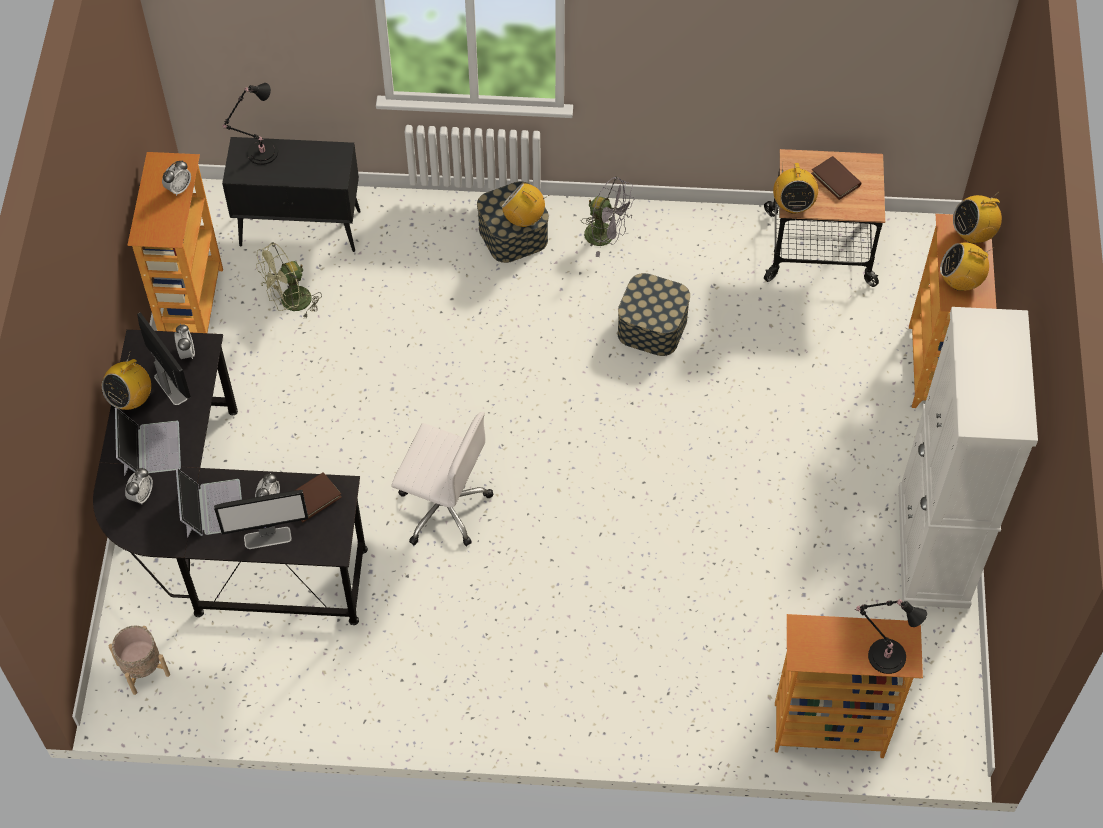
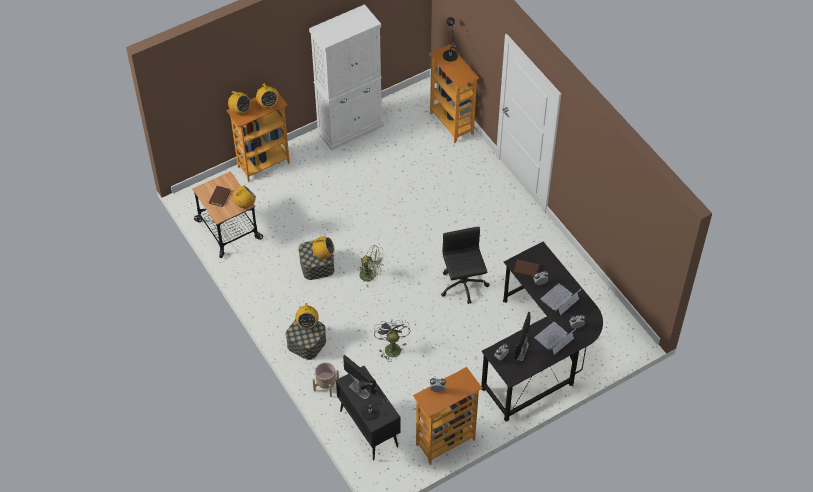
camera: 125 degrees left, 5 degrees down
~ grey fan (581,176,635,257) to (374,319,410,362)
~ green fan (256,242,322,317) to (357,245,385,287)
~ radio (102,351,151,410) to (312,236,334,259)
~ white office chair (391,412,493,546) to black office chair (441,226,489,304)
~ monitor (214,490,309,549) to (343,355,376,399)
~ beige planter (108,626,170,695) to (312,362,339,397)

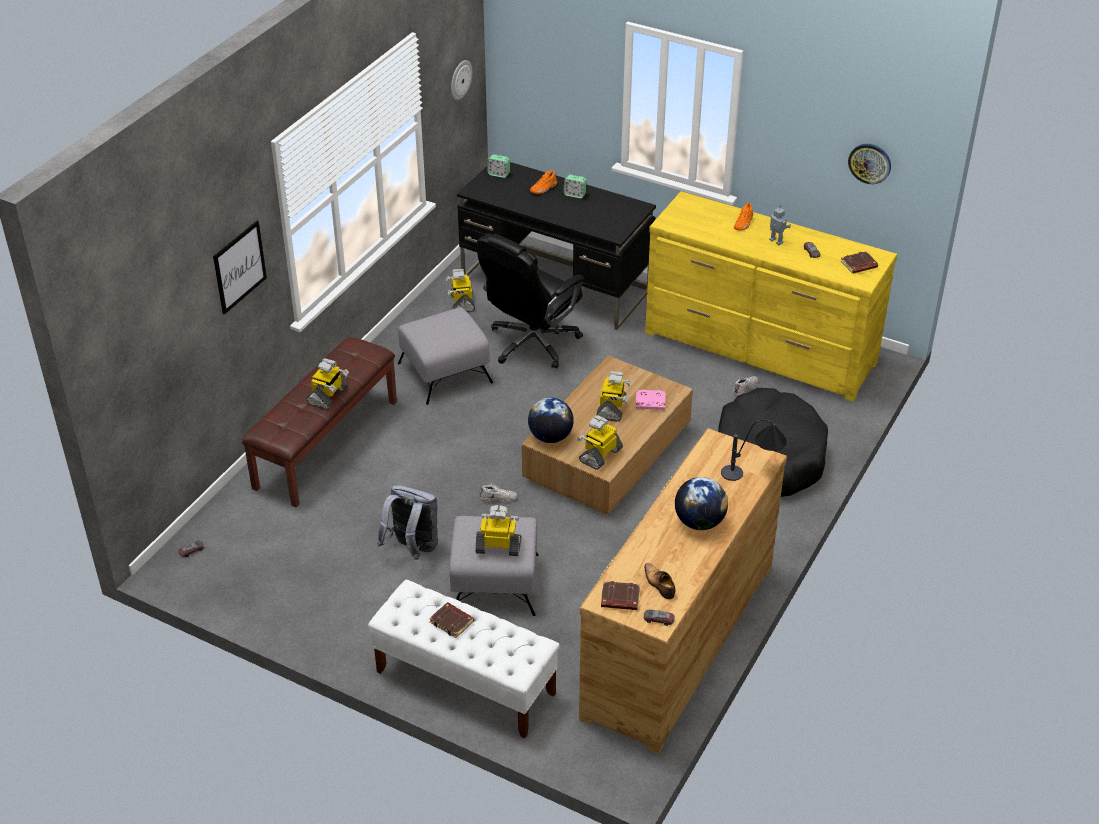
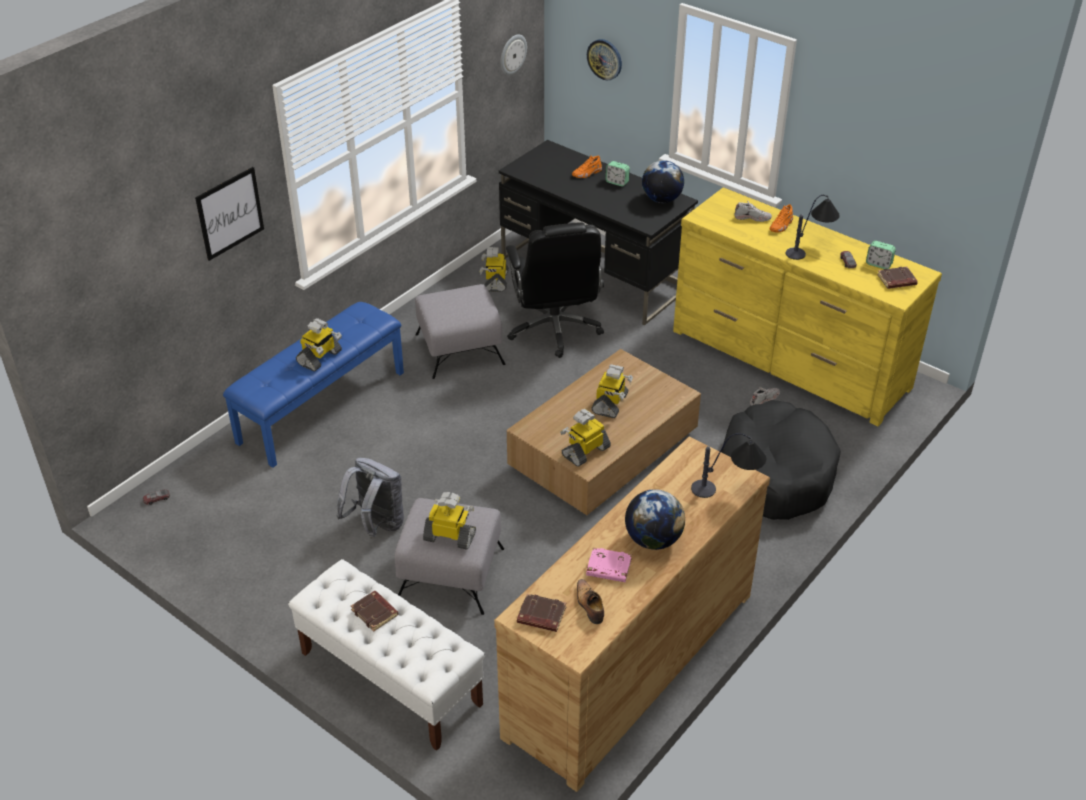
camera: 10 degrees right, 0 degrees up
~ wall clock (848,144,891,184) to (587,39,622,80)
~ alarm clock (487,154,510,178) to (866,241,896,269)
~ toy robot (769,206,791,245) to table lamp (786,195,840,260)
~ black office chair (477,234,584,369) = (506,222,604,358) 60 degrees counterclockwise
~ brown bench (242,337,397,507) to blue bench (223,302,404,468)
~ pink book (636,389,666,410) to (586,547,632,582)
~ globe (528,398,574,443) to (642,160,684,203)
~ white shoe (480,483,517,502) to (735,201,772,222)
- toy car (644,610,675,626)

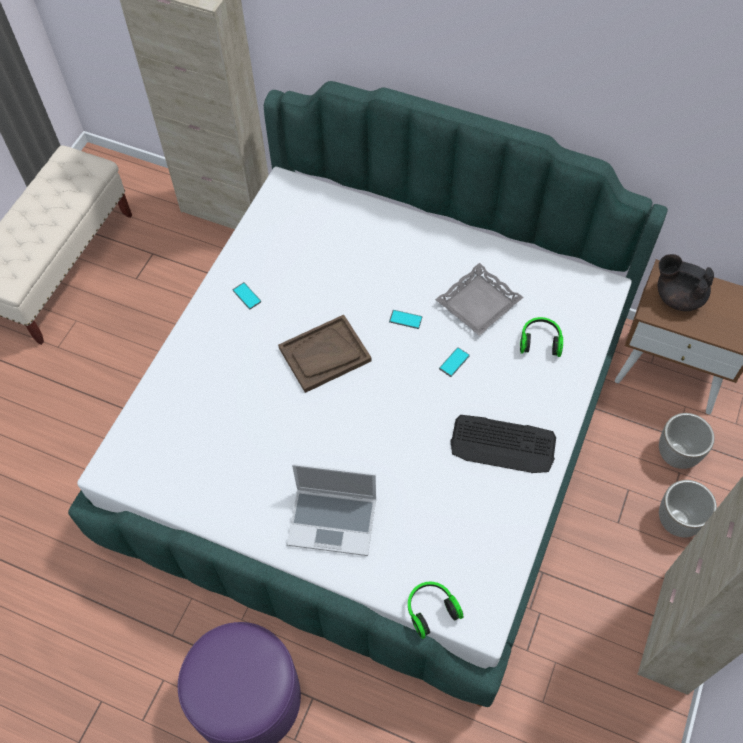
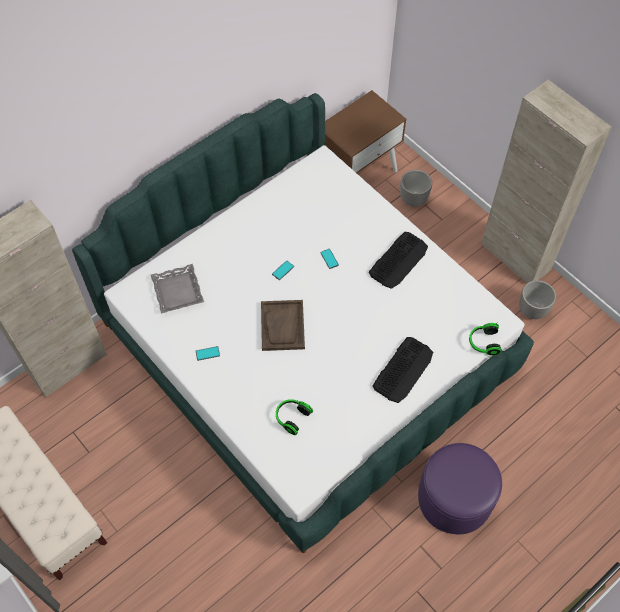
camera: 65 degrees left, 0 degrees up
- black teapot (658,254,714,311)
~ grey tray (435,263,523,336) to (151,264,204,314)
~ headphones (520,317,563,357) to (276,399,313,435)
~ laptop (287,464,376,556) to keyboard (373,337,433,403)
~ planter (659,480,717,537) to (519,280,556,319)

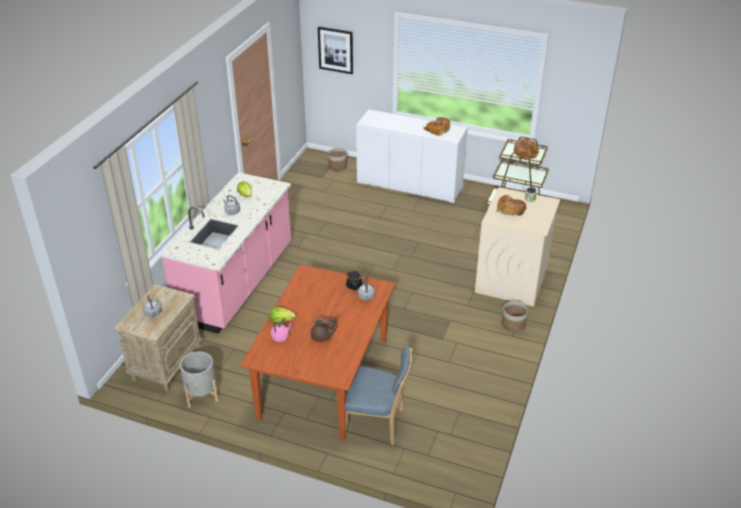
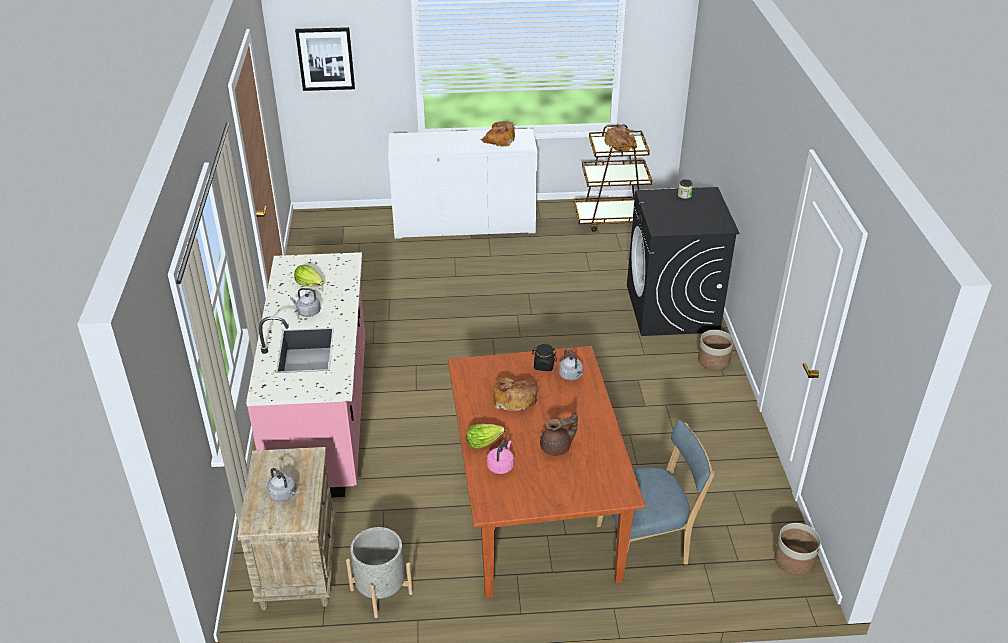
camera: 25 degrees left, 0 degrees up
~ planter (328,148,347,171) to (774,523,821,575)
~ beige washing machine (475,187,560,307) to black washing machine (627,187,740,336)
~ bread (496,195,526,217) to (493,376,539,411)

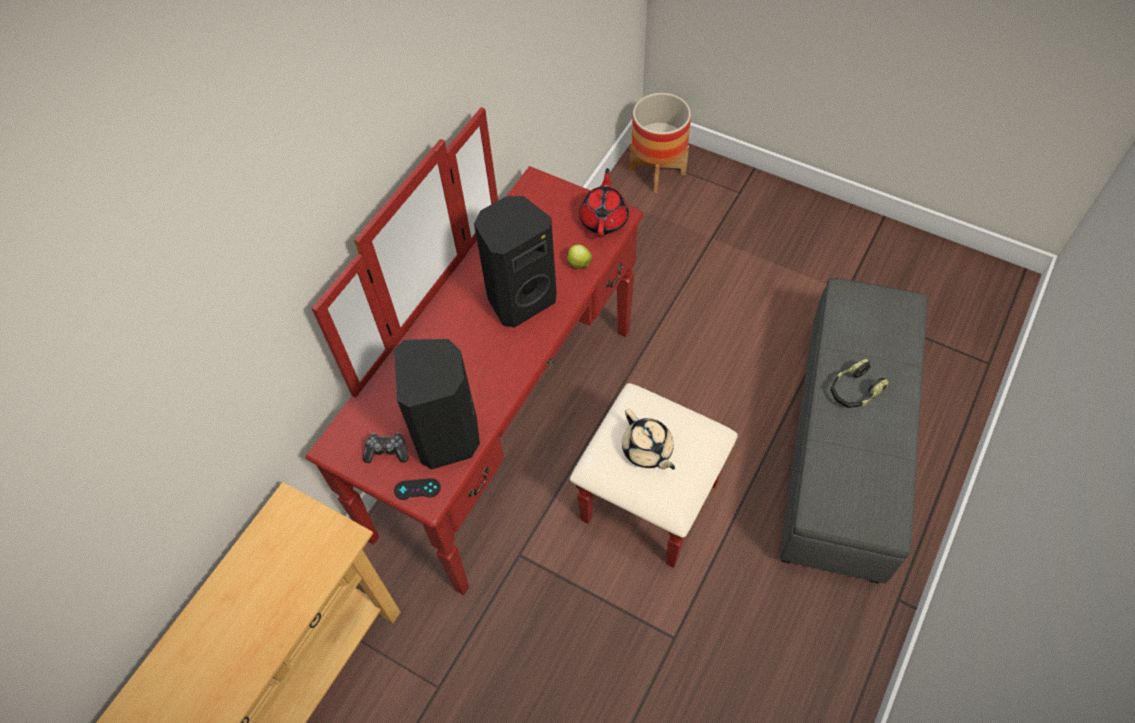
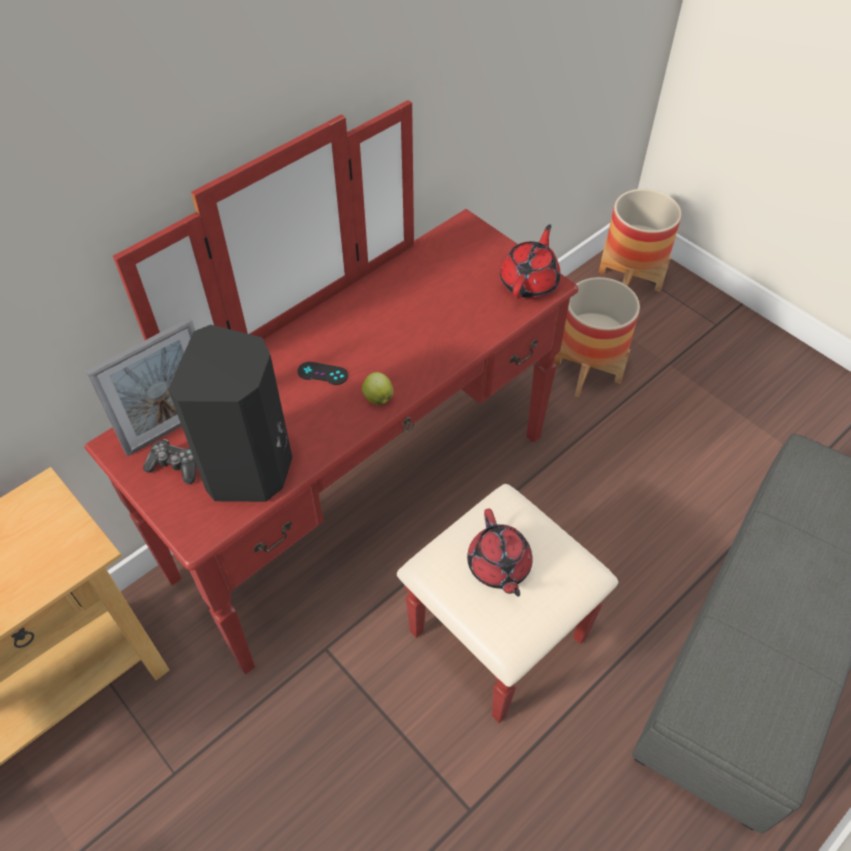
camera: 15 degrees right, 5 degrees down
- black speaker (474,196,557,328)
~ apple (567,245,592,269) to (362,372,393,405)
- headphones (830,359,889,408)
~ beige teapot (622,409,675,470) to red teapot (467,509,533,596)
~ black game controller (394,478,441,500) to (297,362,348,385)
+ planter (554,277,640,397)
+ picture frame (86,318,195,456)

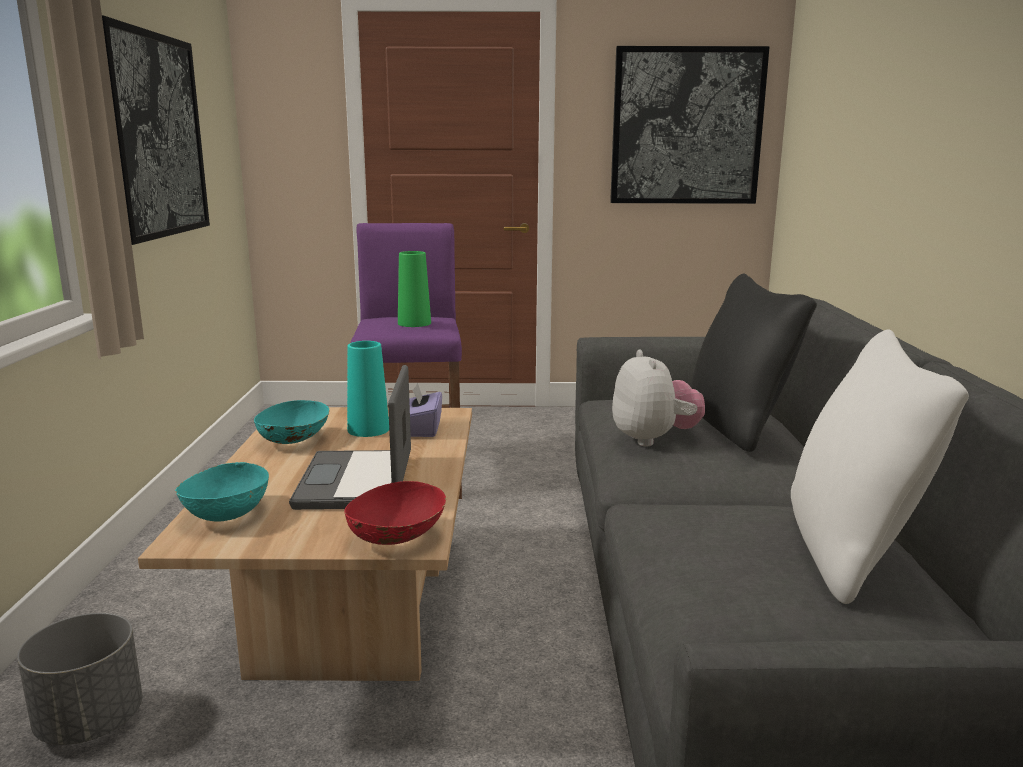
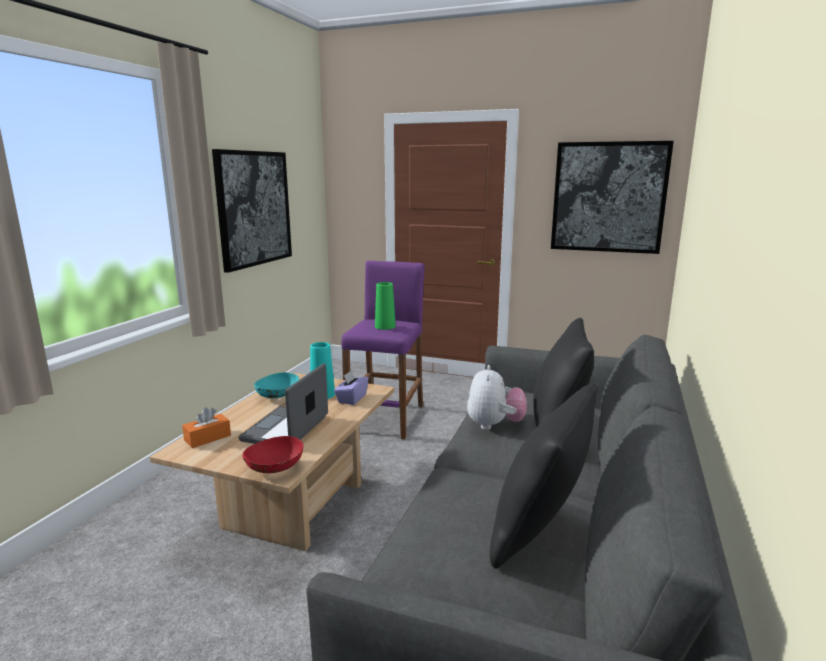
camera: 20 degrees right, 0 degrees up
~ white pillow (791,330,969,604) to black pillow (490,384,597,569)
~ turquoise bowl (175,462,269,522) to orange tissue box (182,407,231,448)
- grey planter (17,613,142,745)

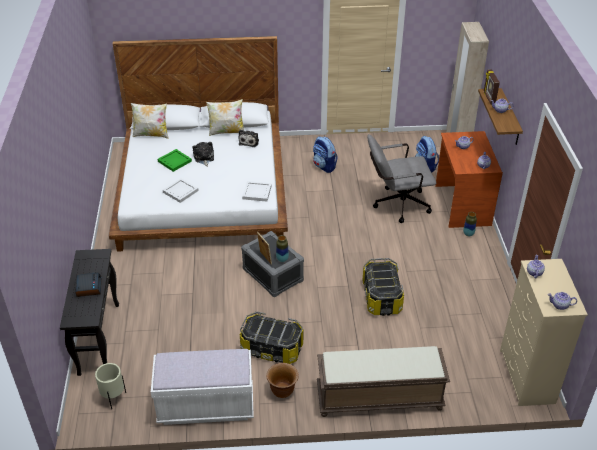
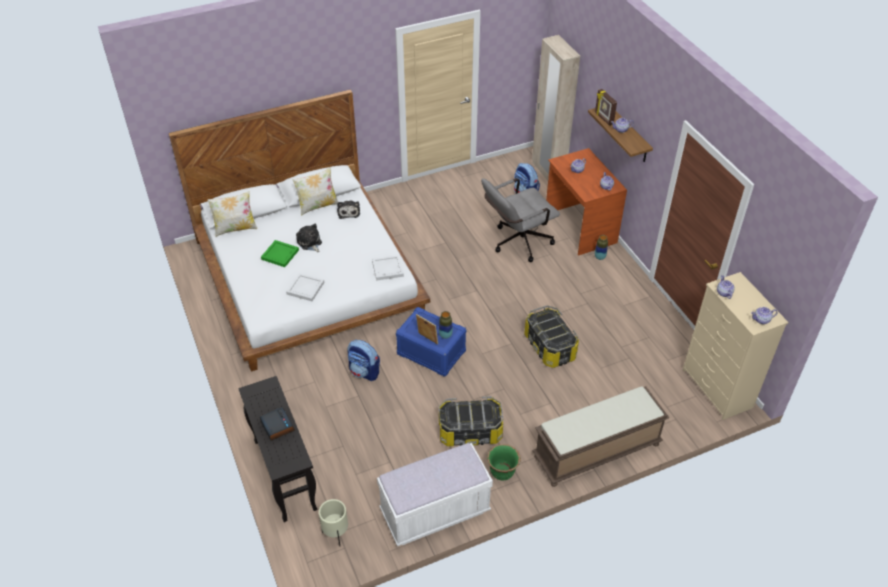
camera: 20 degrees left, 5 degrees up
~ backpack (313,137,338,173) to (348,340,380,381)
~ grey storage box (241,231,304,297) to blue storage box (396,307,466,376)
~ brown planter (267,363,299,398) to green planter (487,444,521,480)

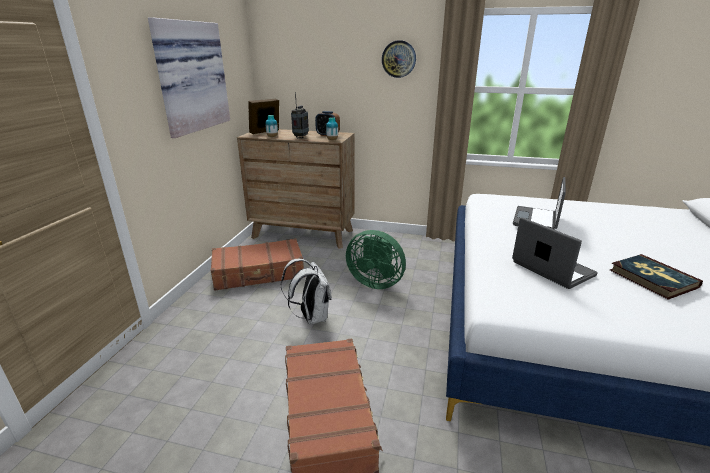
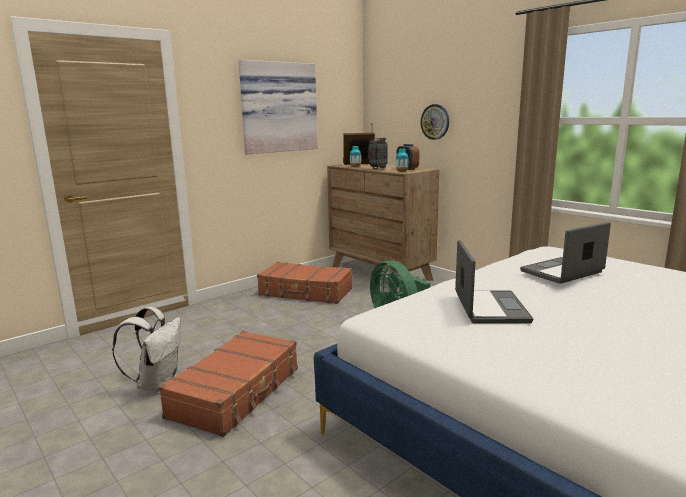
camera: 35 degrees right, 10 degrees down
~ wall clock (382,40,416,78) to (420,104,449,140)
- book (610,254,703,300)
~ white backpack (281,259,332,325) to (112,307,181,392)

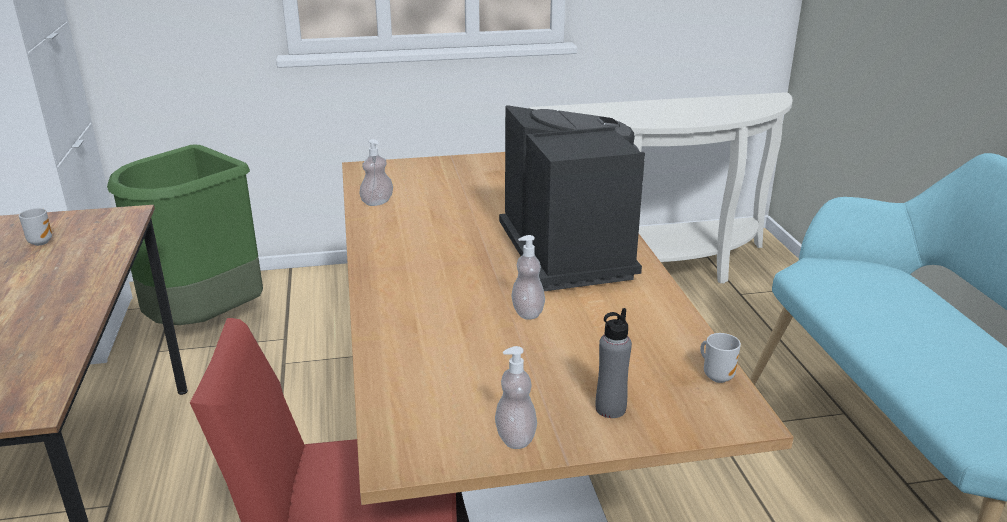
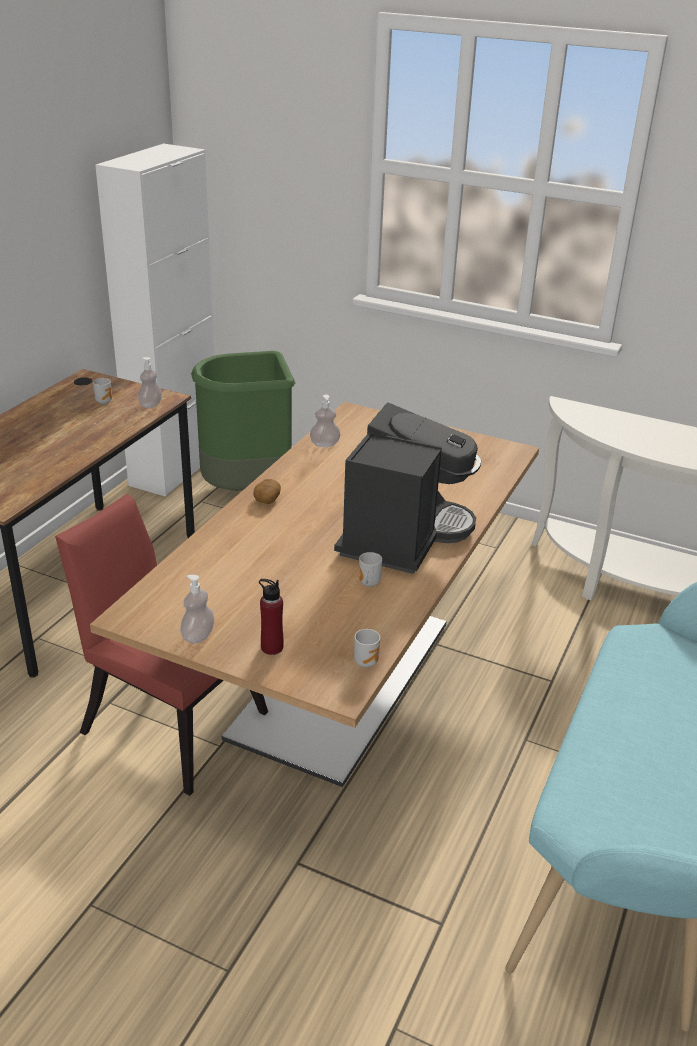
camera: 35 degrees right, 5 degrees up
~ soap dispenser (511,235,545,319) to (138,357,162,408)
~ grey bottle (595,308,632,418) to red bottle (259,579,284,655)
+ potato (253,479,281,504)
+ mug (359,552,382,587)

